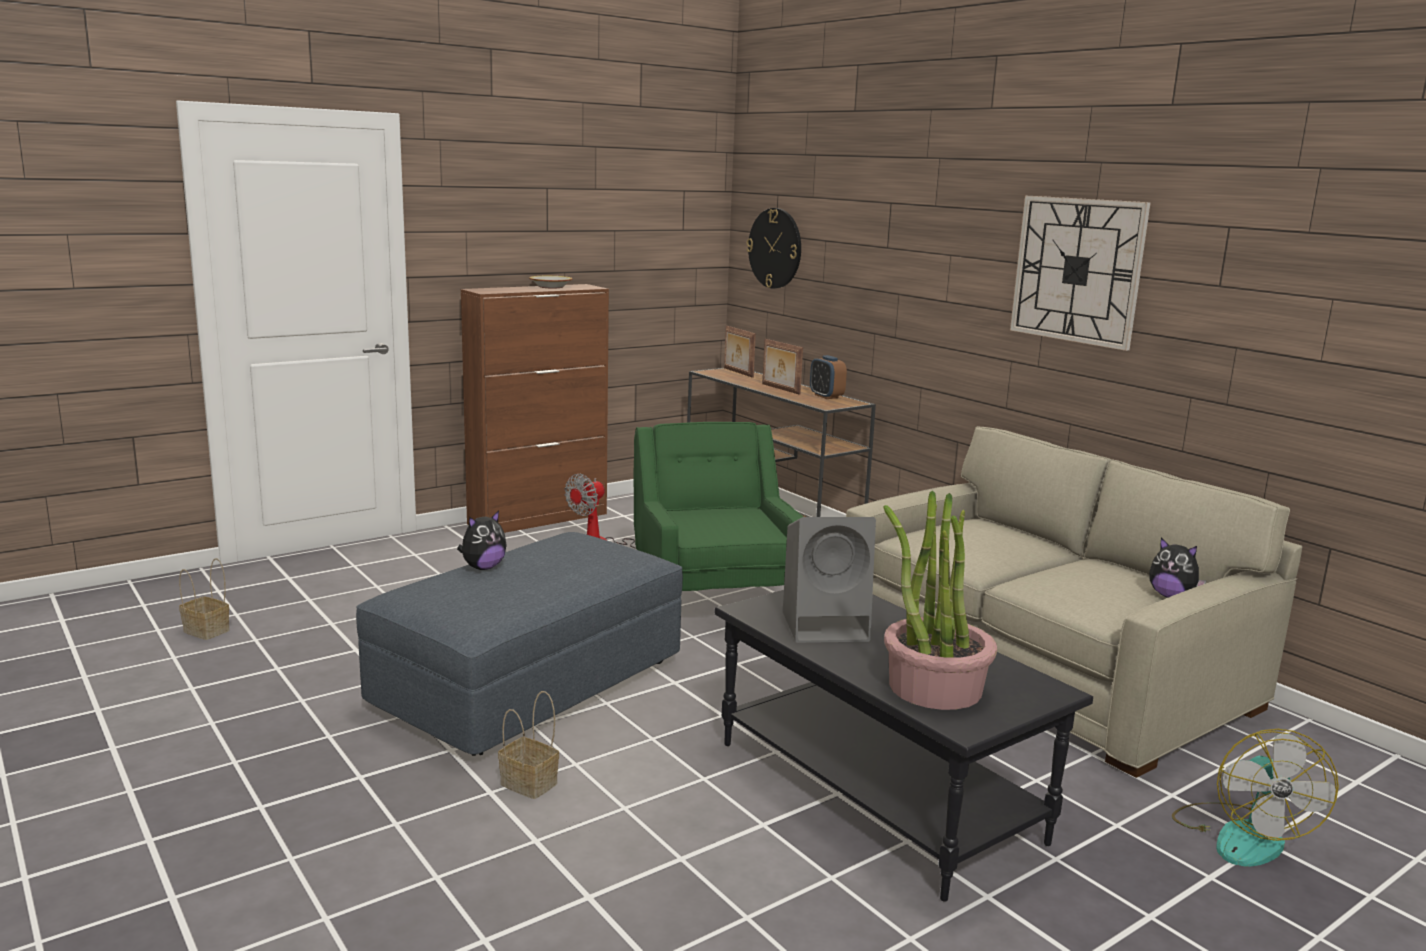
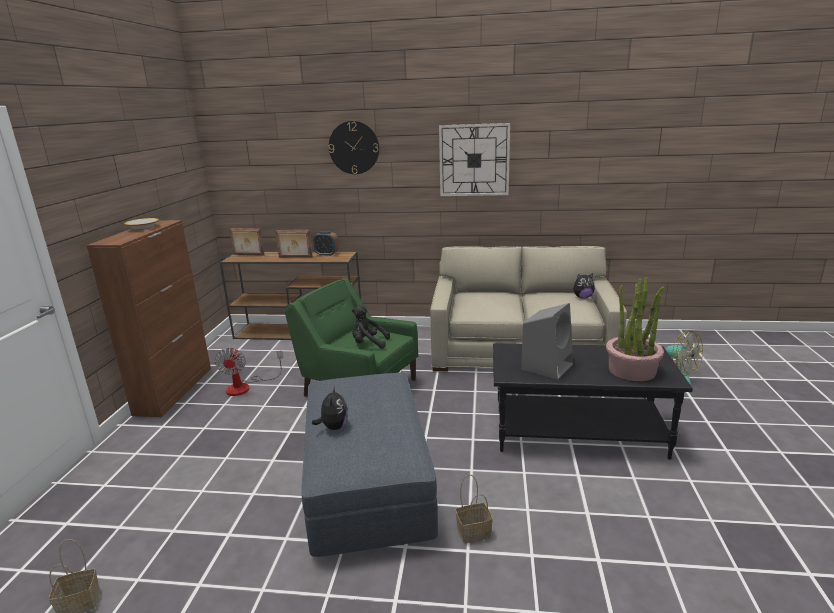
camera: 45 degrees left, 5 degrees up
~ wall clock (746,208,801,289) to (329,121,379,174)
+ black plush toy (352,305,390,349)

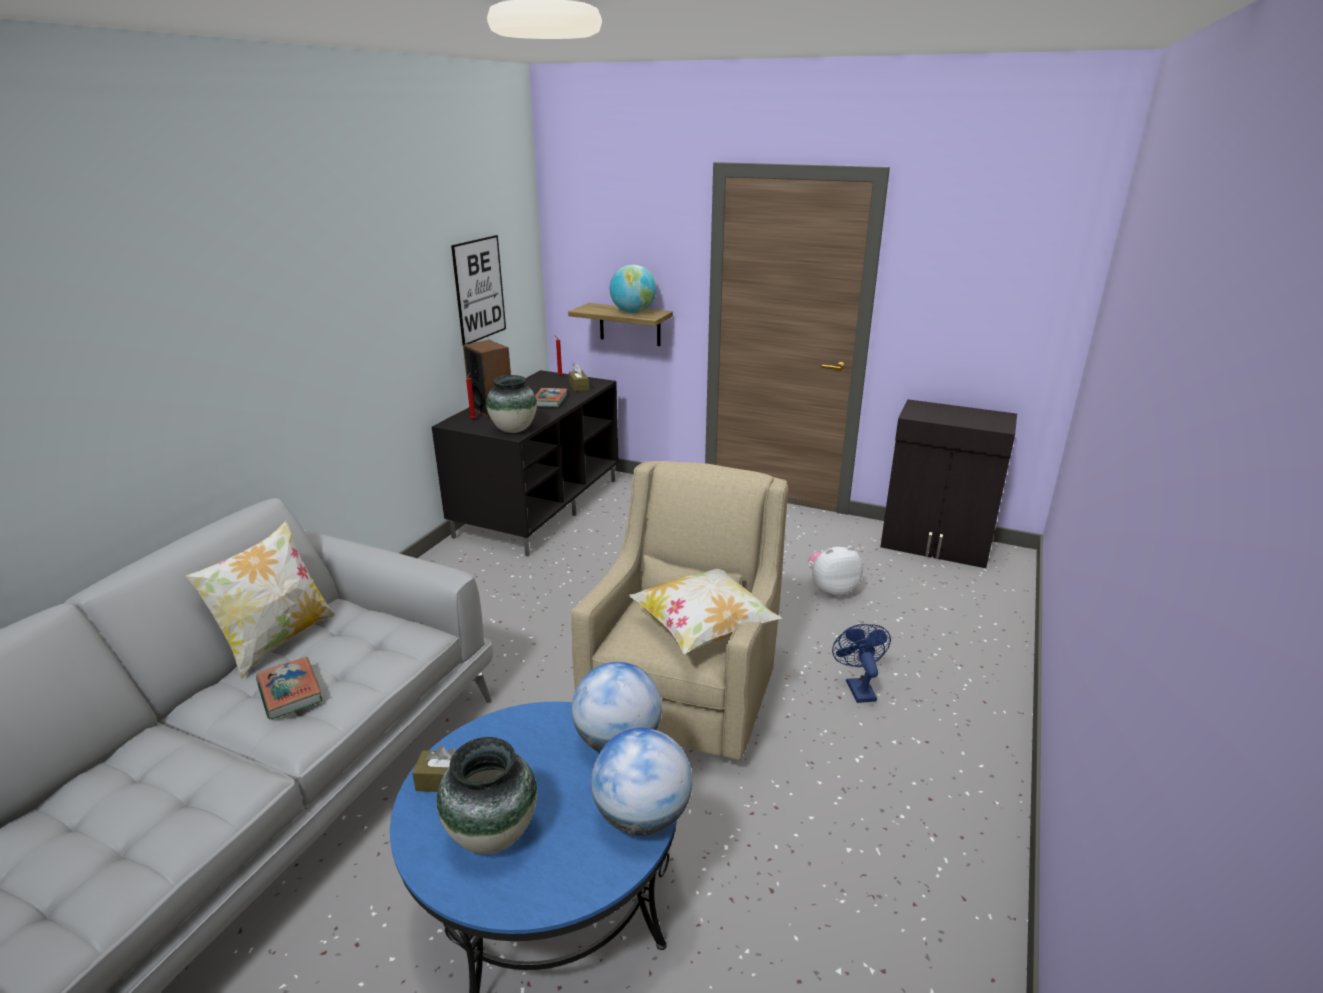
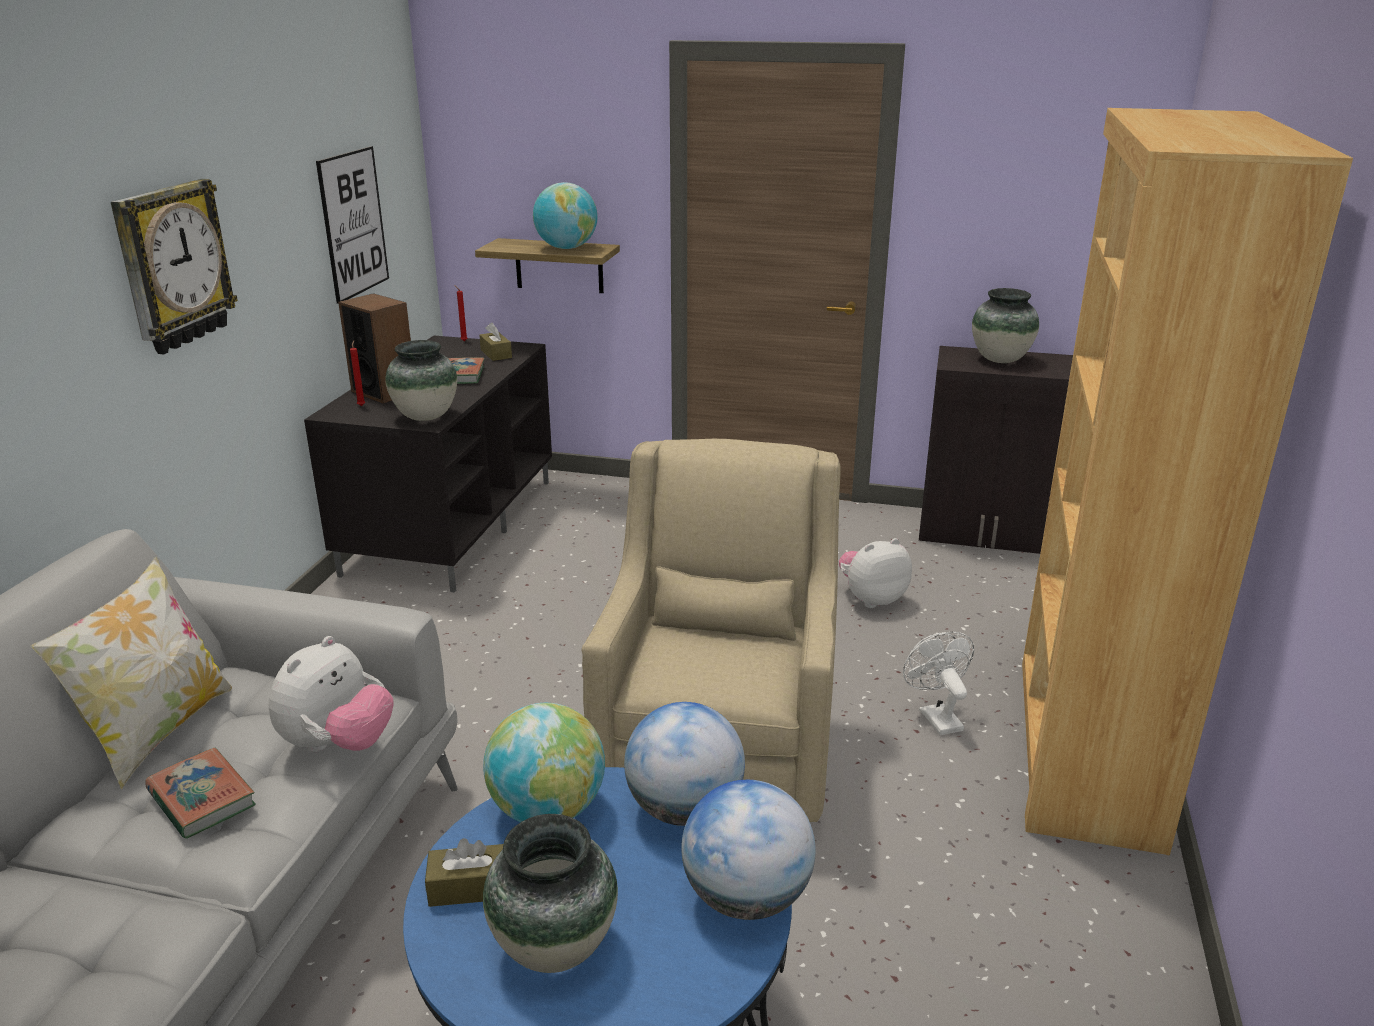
camera: 10 degrees left, 0 degrees up
- pillow (629,569,782,654)
~ blue fan (832,624,891,703) to white fan (903,631,974,735)
+ brown bookcase (1022,108,1353,855)
+ wall clock (111,179,238,354)
+ vase (972,288,1039,363)
+ plush toy (268,636,394,752)
+ globe (483,703,605,822)

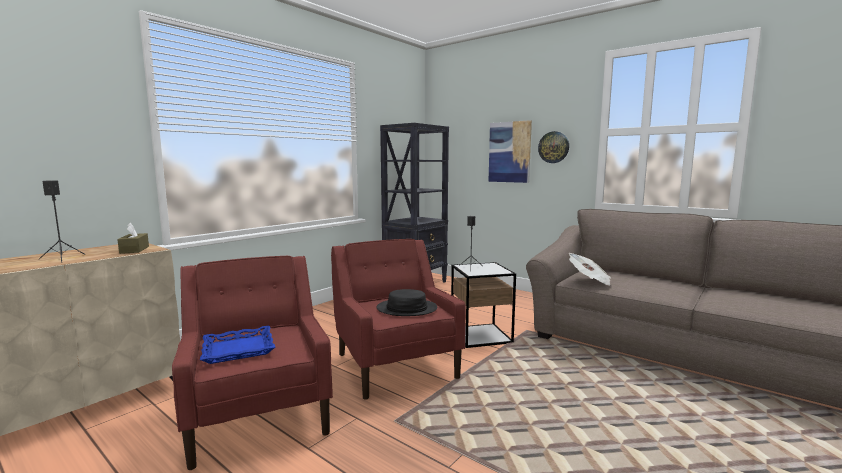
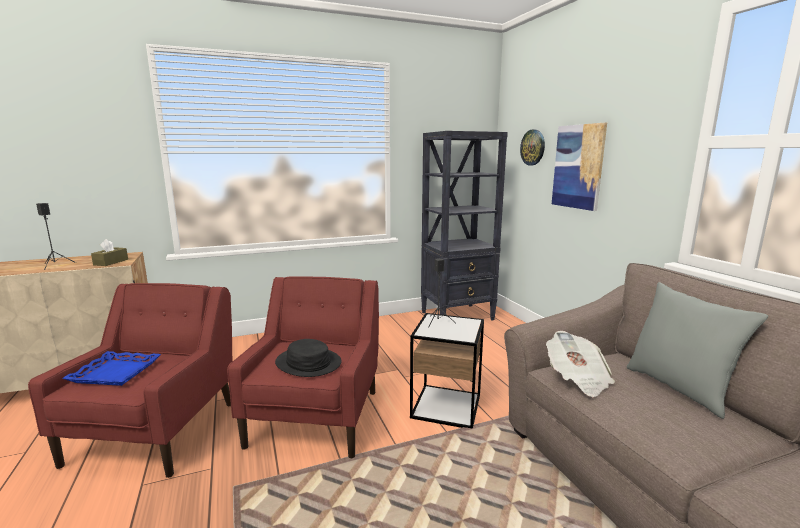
camera: 30 degrees right, 5 degrees up
~ wall clock (538,131,569,163) to (520,129,545,165)
+ grey pillow (626,282,768,419)

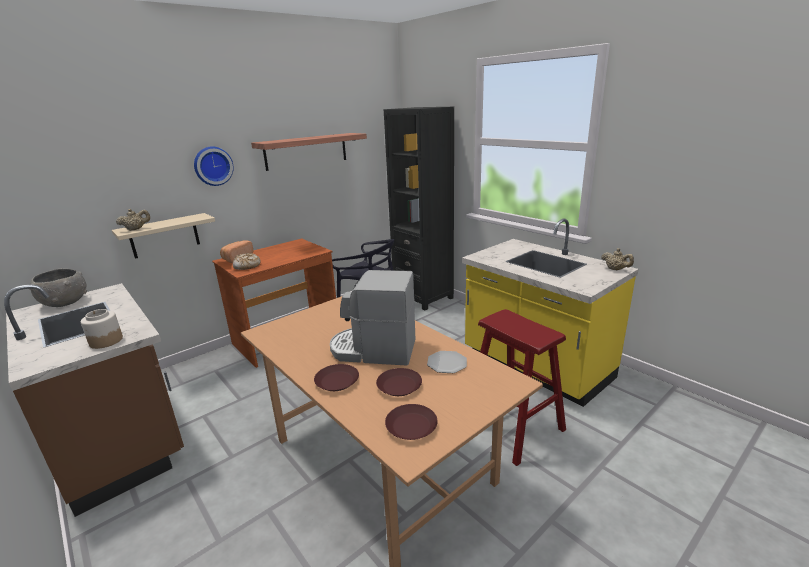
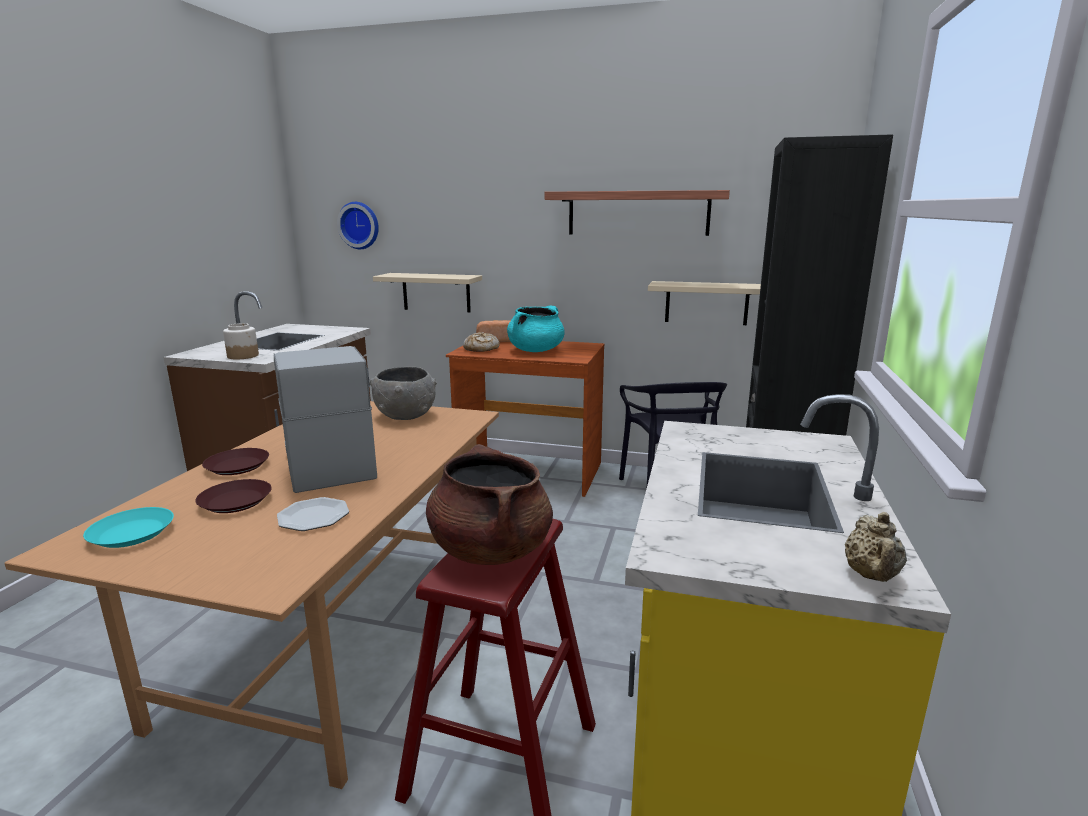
camera: 55 degrees right, 5 degrees down
~ wall clock (194,147,234,186) to (337,202,379,249)
- beige teapot (116,209,150,231)
~ grey bowl (30,269,87,307) to (369,367,437,420)
~ brown plate (385,404,438,440) to turquoise plate (83,507,174,548)
+ beige shelf (648,281,761,325)
+ turquoise cooking pot (507,306,565,352)
+ brown cooking pot (426,444,553,565)

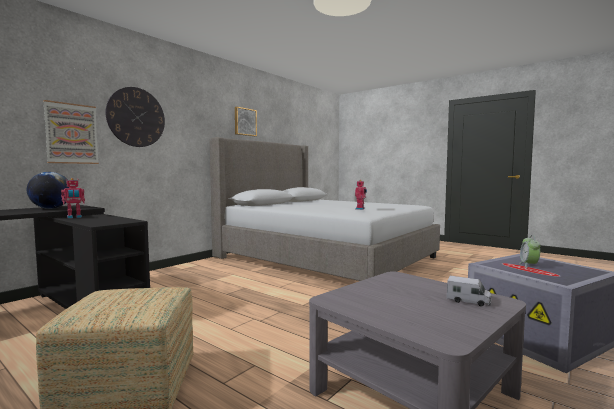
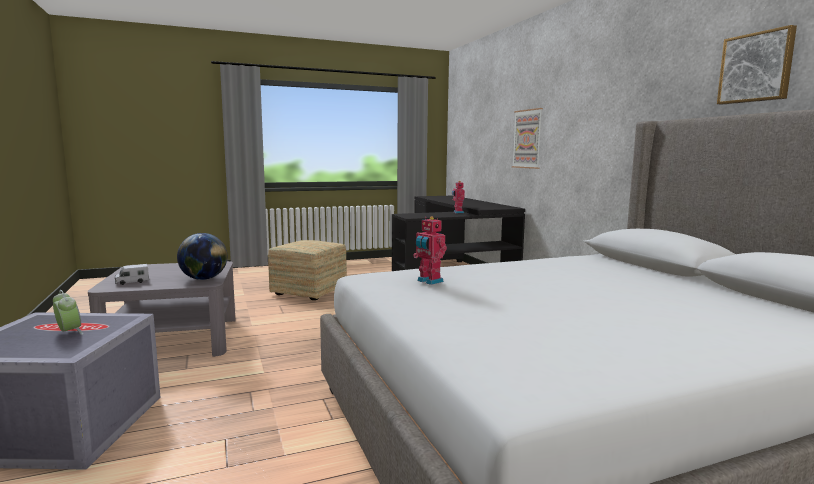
camera: 120 degrees right, 5 degrees up
- wall clock (105,87,165,147)
~ globe (27,172,69,209) to (177,233,227,280)

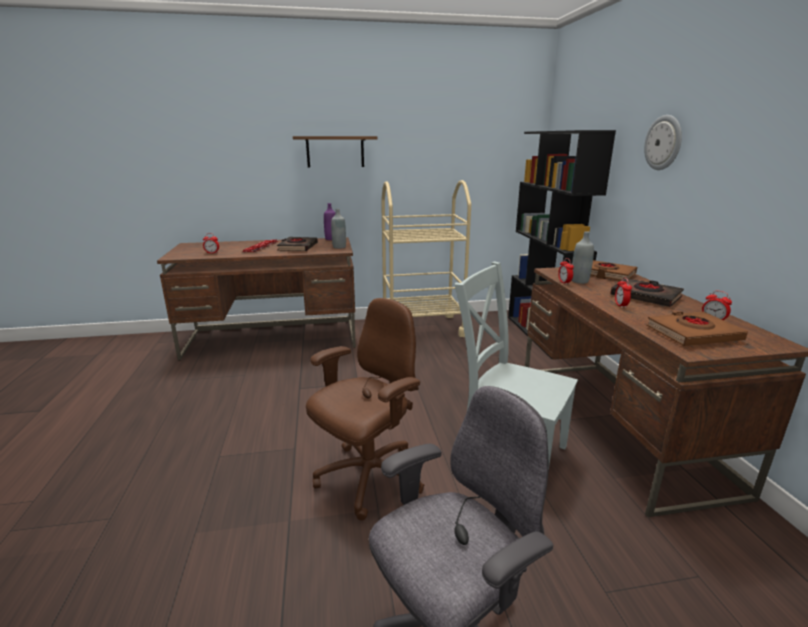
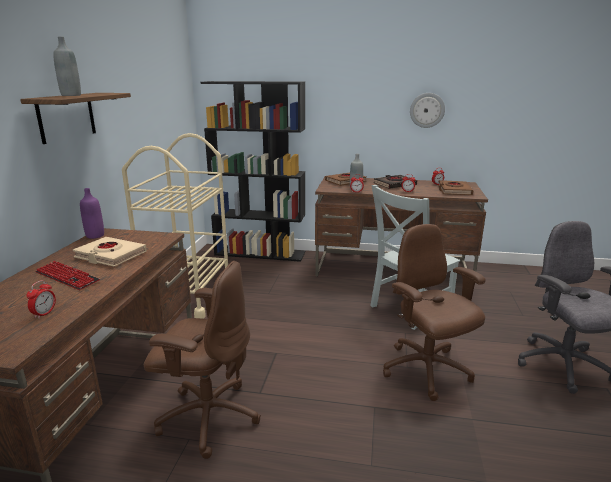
camera: 70 degrees left, 0 degrees up
~ wall clock (644,115,682,170) to (410,93,445,128)
~ grey bottle (331,209,346,249) to (53,37,81,96)
~ black book (277,237,318,251) to beige book (73,237,147,267)
+ brown office chair (144,261,261,459)

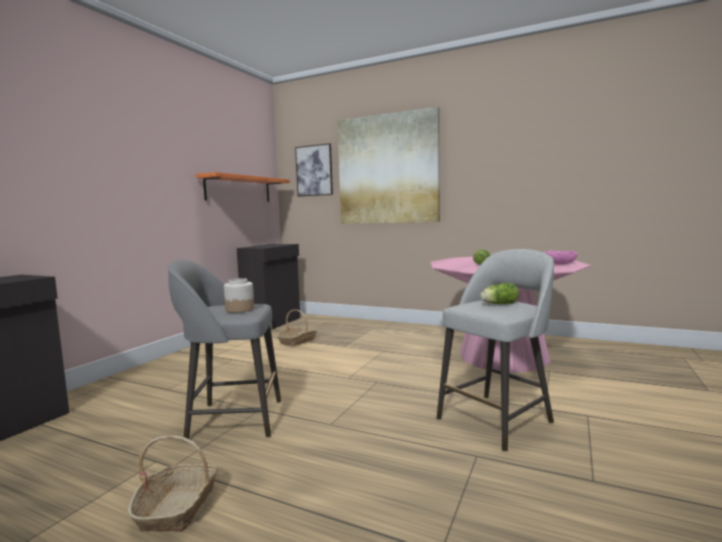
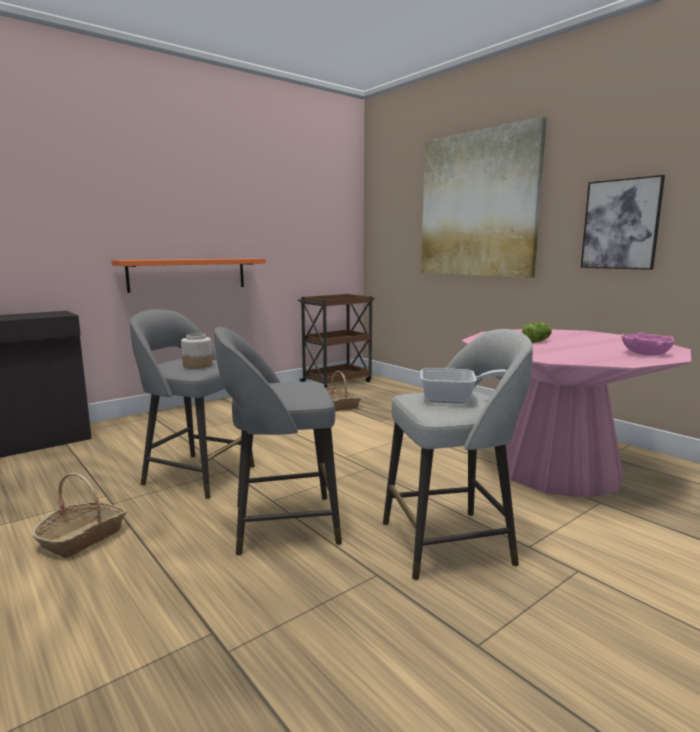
camera: 25 degrees right, 5 degrees up
~ picture (295,143,333,197) to (581,175,665,270)
~ orange shelf (195,172,290,202) to (112,258,266,293)
~ black cabinet (237,244,300,330) to brown cart (298,294,375,389)
~ lettuce (480,283,519,304) to frying pan (421,368,507,404)
+ grey stool (214,327,342,555)

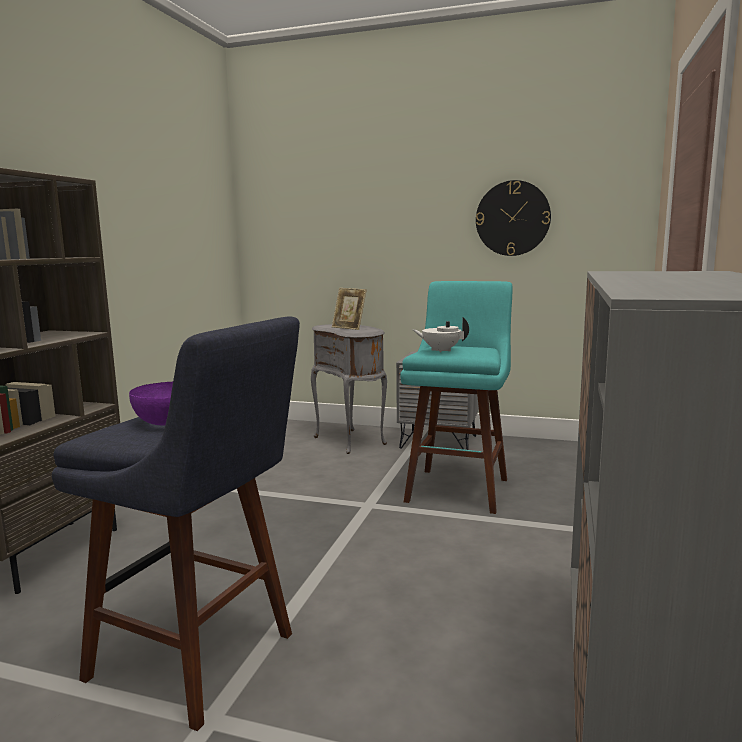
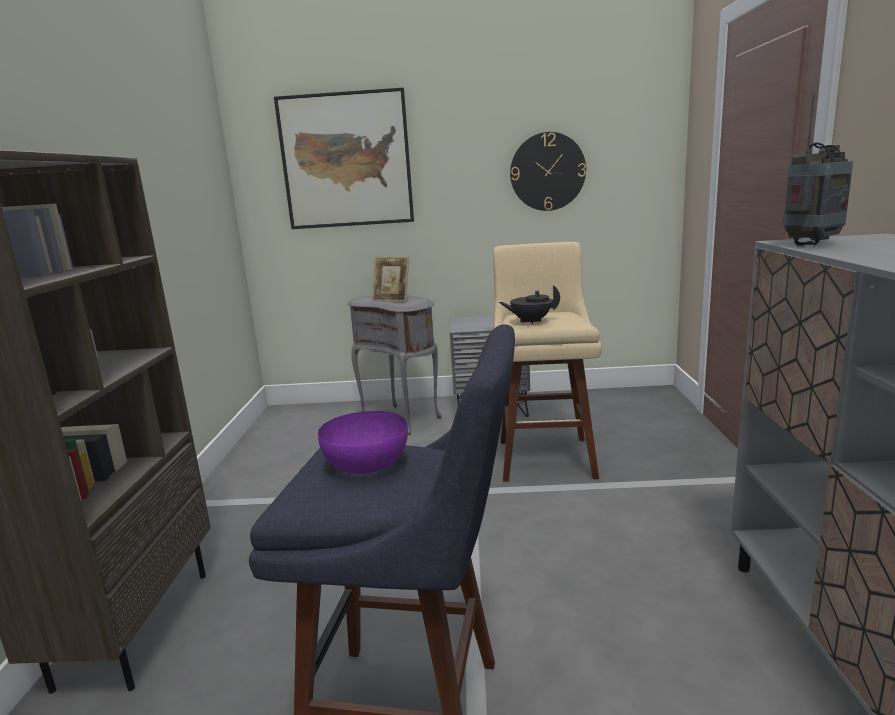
camera: 15 degrees left, 5 degrees up
~ turquoise stool (400,281,512,514) to beige stool (493,242,602,482)
~ white teapot (412,317,469,352) to black teapot (499,285,560,324)
+ picture (274,88,414,229)
+ radio (783,92,853,245)

